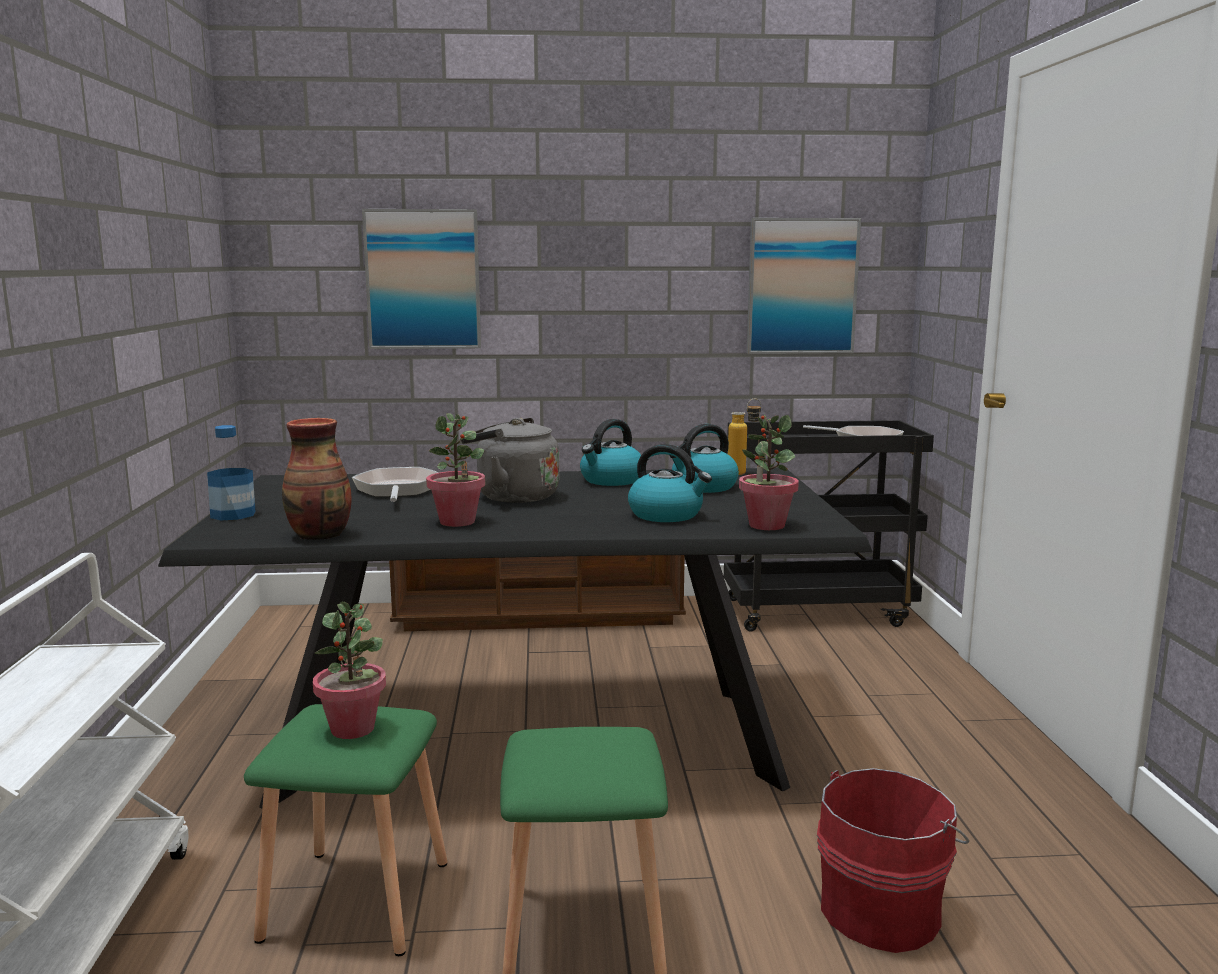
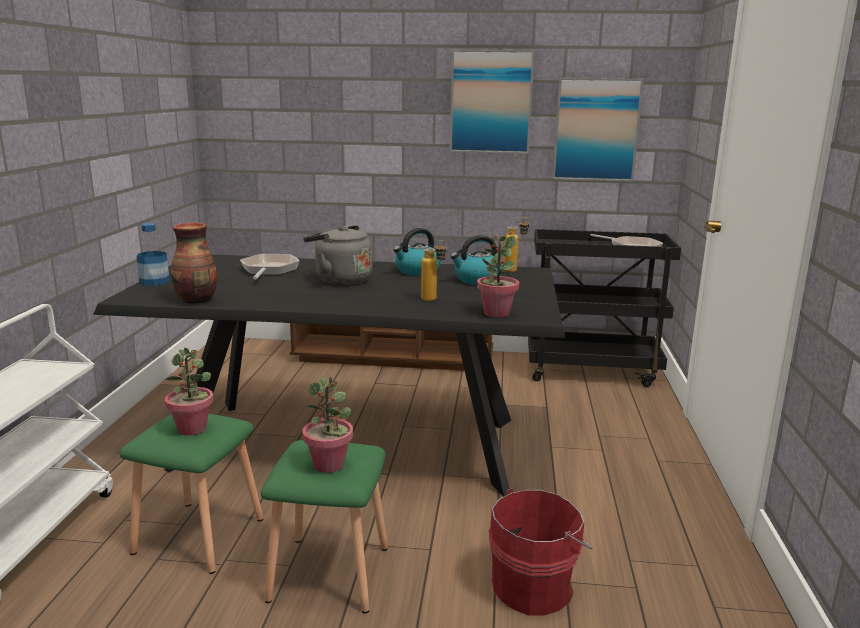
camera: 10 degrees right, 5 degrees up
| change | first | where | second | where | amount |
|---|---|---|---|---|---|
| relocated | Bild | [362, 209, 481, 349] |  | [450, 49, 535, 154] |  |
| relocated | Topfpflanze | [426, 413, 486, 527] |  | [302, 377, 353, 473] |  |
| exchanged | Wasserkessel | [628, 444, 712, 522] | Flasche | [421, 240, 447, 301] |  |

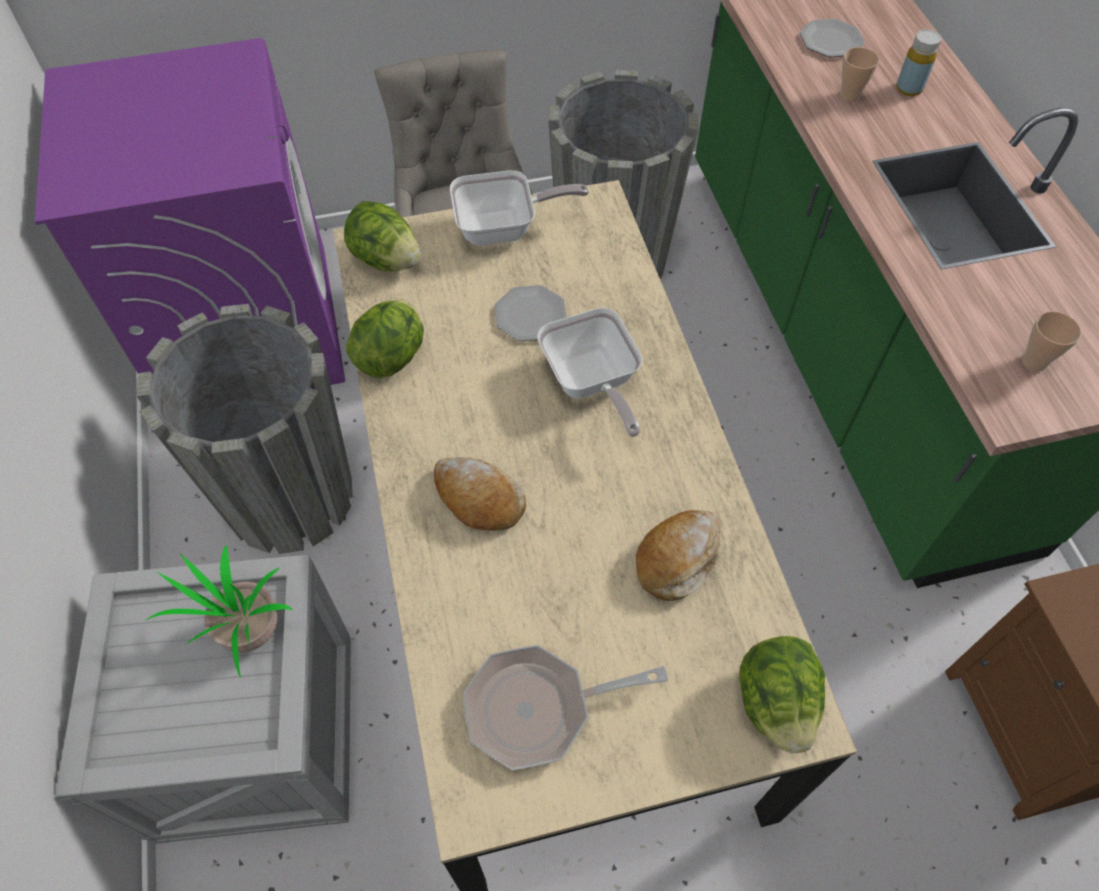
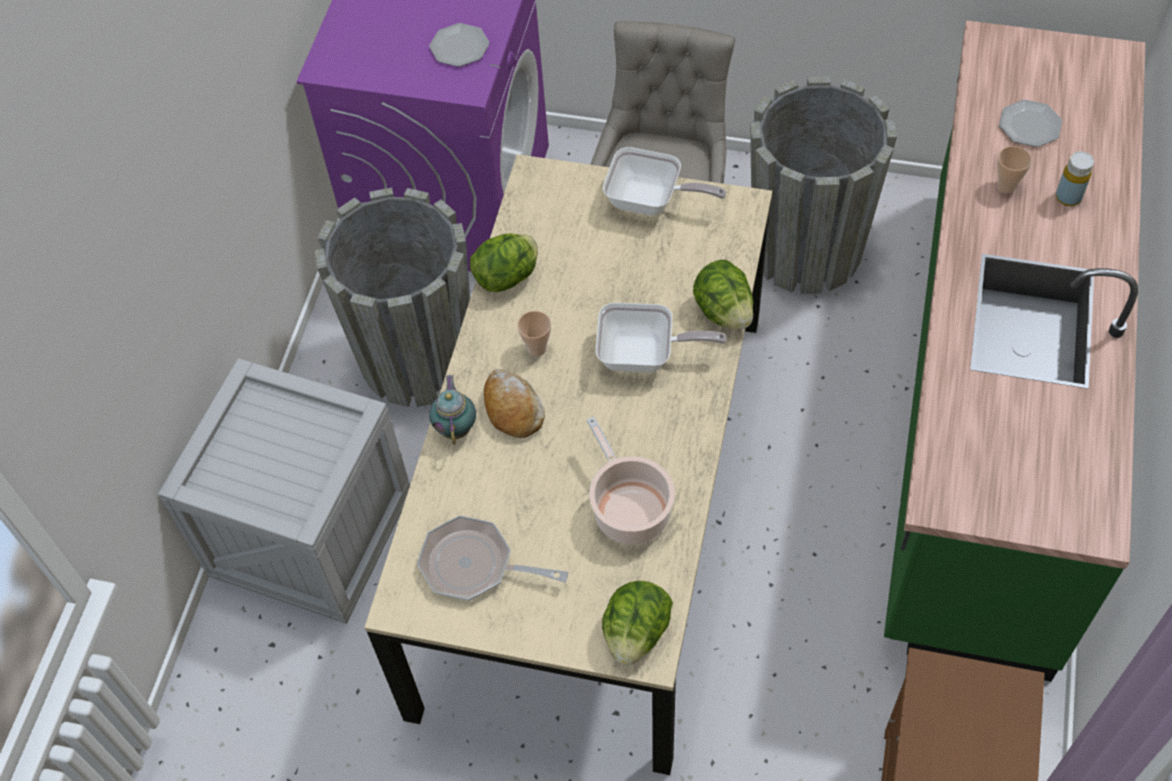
camera: 30 degrees right, 0 degrees up
| change | first | where | second | where | amount |
|---|---|---|---|---|---|
| missing | Topfpflanze | [147, 545, 292, 677] |  |  |  |
| relocated | Salatkopf | [344, 201, 421, 272] |  | [693, 260, 753, 330] |  |
| relocated | Teller | [495, 285, 567, 341] |  | [429, 23, 489, 67] |  |
| spun | Pfanne | [537, 308, 643, 437] |  | [595, 303, 727, 373] | 90 degrees counterclockwise |
| exchanged | Brot | [636, 510, 720, 601] | Kochtopf | [587, 417, 675, 545] |  |
| relocated | Tasse | [1022, 311, 1082, 372] |  | [517, 311, 551, 356] |  |
| appeared |  |  | Teekanne | [429, 375, 476, 445] |  |

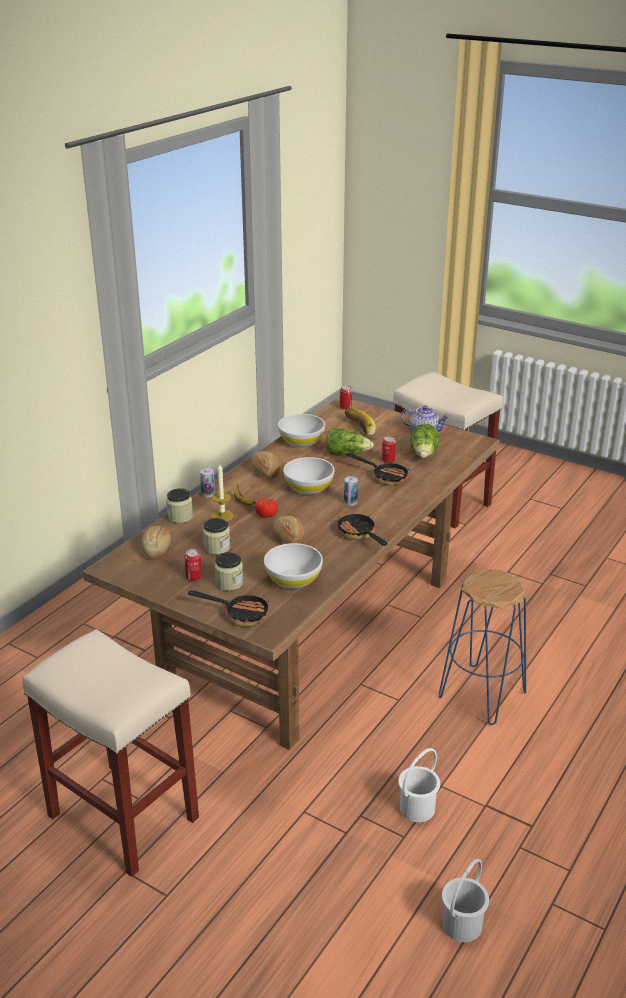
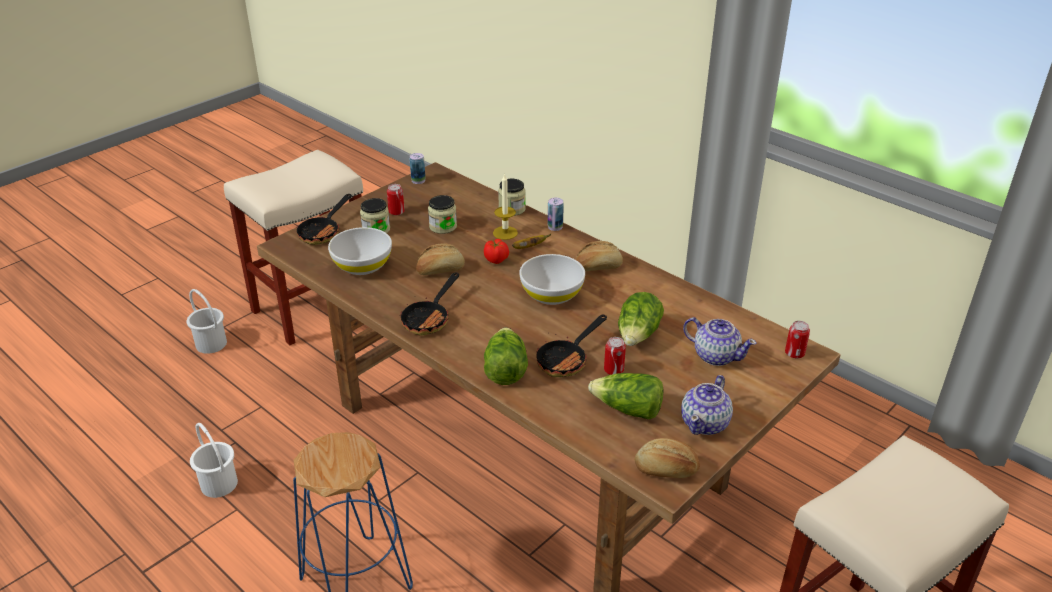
camera: 100 degrees right, 5 degrees up
| change | first | where | second | where | amount |
|---|---|---|---|---|---|
| relocated | Brot | [142, 526, 171, 560] |  | [635, 438, 700, 478] |  |
| missing | Schüssel [weiß] | [278, 414, 325, 447] |  |  |  |
| spun | Pfanne | [336, 514, 388, 546] |  | [400, 272, 459, 336] | 135 degrees clockwise |
| relocated | Dose | [344, 476, 358, 506] |  | [410, 153, 426, 184] |  |
| exchanged | Banane | [345, 408, 376, 435] | Teekanne | [683, 317, 757, 366] |  |
| relocated | Eimer [weiß] | [442, 859, 489, 942] |  | [187, 289, 227, 354] |  |
| appeared |  |  | Salatkopf | [484, 327, 528, 385] |  |

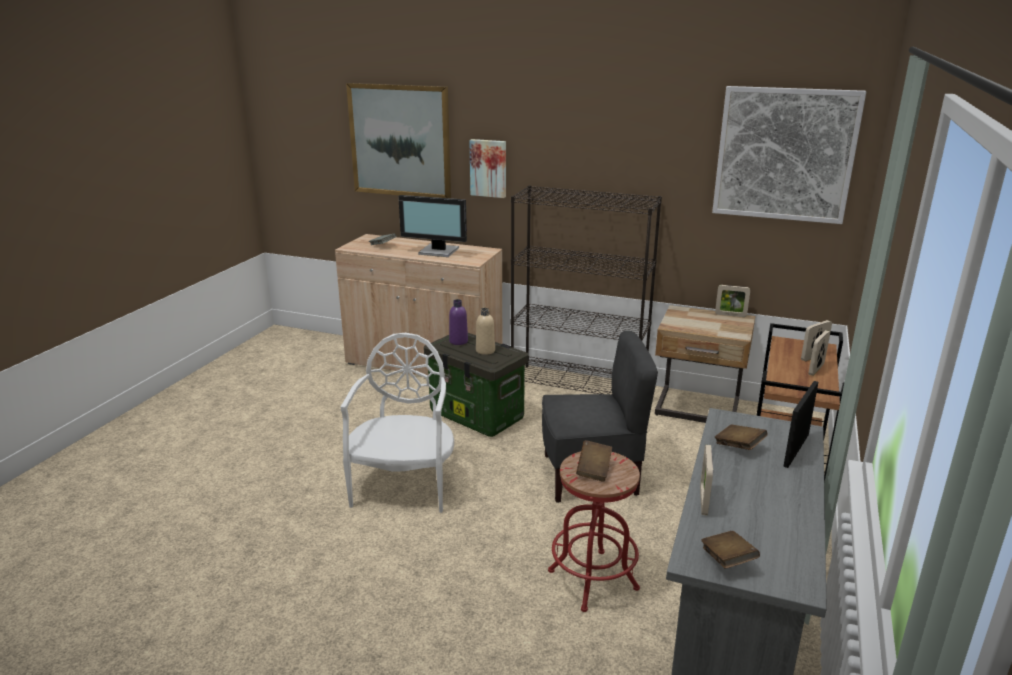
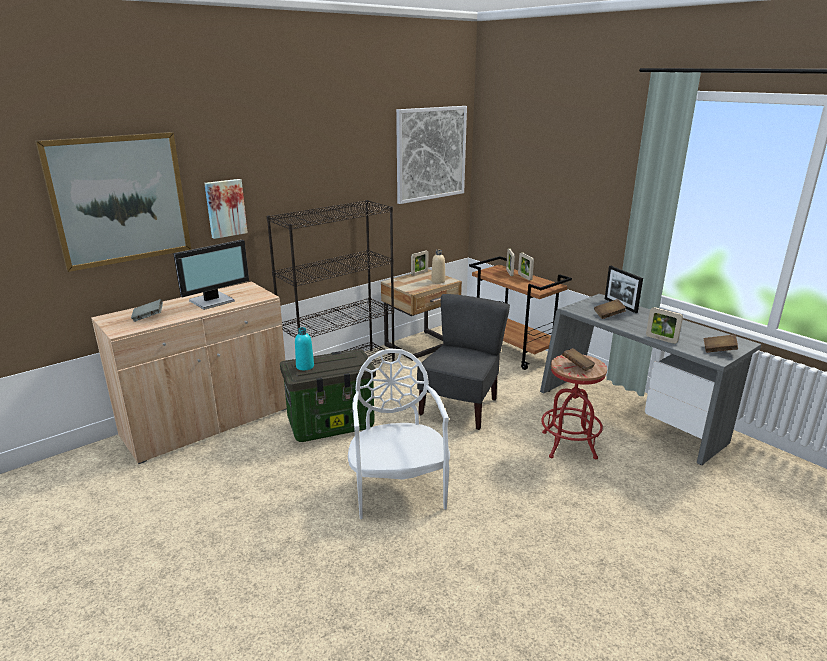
camera: 60 degrees left, 0 degrees up
| change | first | where | second | where | amount |
|---|---|---|---|---|---|
| spun | Stuhl [weiß] | [341, 333, 454, 513] |  | [348, 348, 450, 519] | 45 degrees clockwise |
| colour | Flasche [lila] | [449, 299, 468, 345] | Flasche [türkis] | [295, 327, 314, 370] |  |
| relocated | Flasche [beige] | [476, 308, 495, 355] |  | [431, 250, 445, 284] |  |

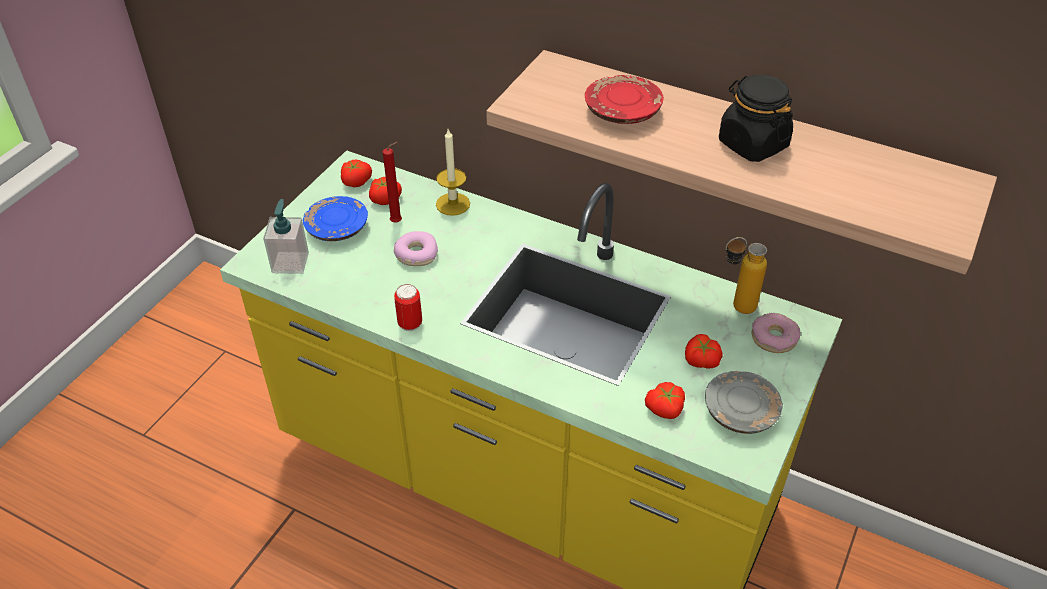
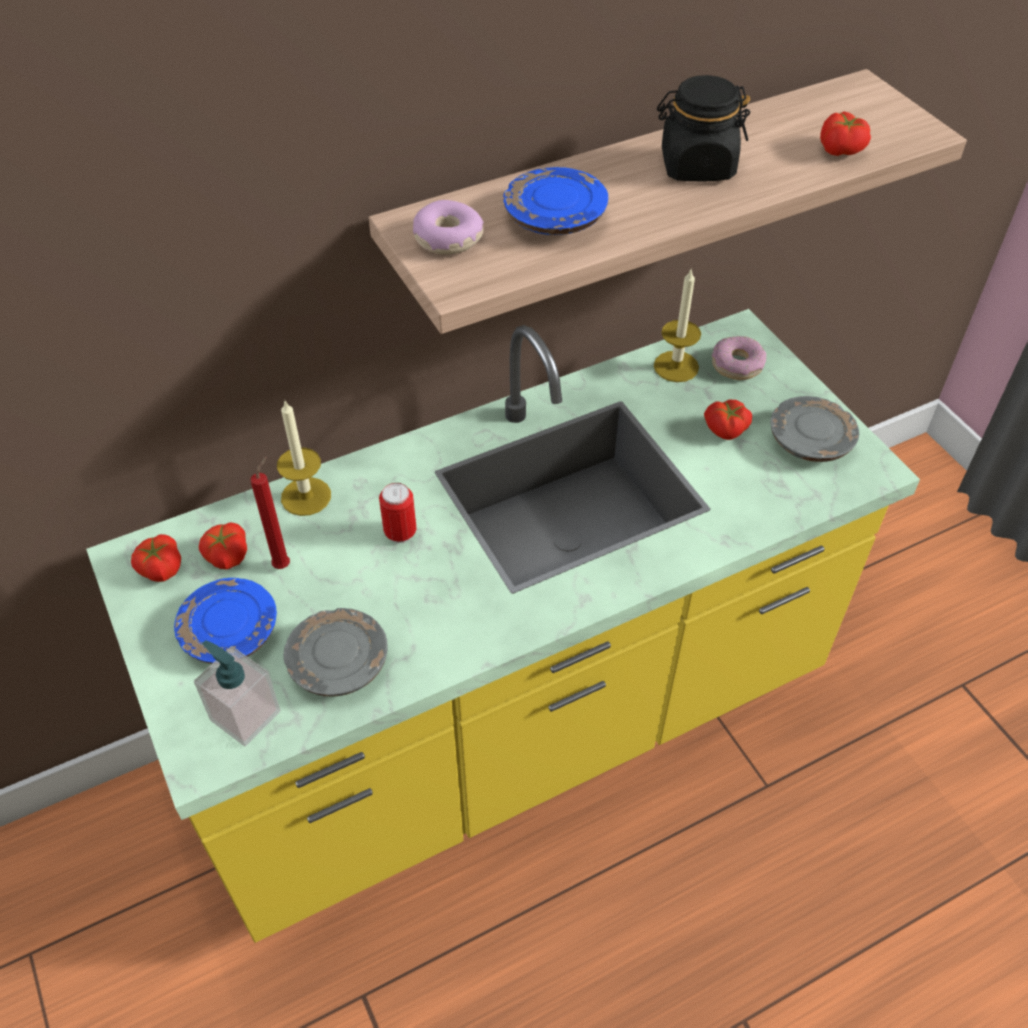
camera: 55 degrees left, 5 degrees up
| change | first | where | second | where | amount |
|---|---|---|---|---|---|
| relocated | Donut | [394, 231, 438, 266] |  | [413, 200, 484, 255] |  |
| relocated | Dose | [394, 284, 422, 331] |  | [379, 483, 416, 543] |  |
| colour | Teller [rot] | [585, 75, 664, 124] | Teller [blau] | [503, 167, 608, 235] |  |
| relocated | Tomate | [645, 382, 685, 419] |  | [820, 111, 871, 156] |  |
| exchanged | Flasche | [726, 237, 767, 314] | Kerze | [654, 268, 701, 382] |  |
| appeared |  |  | Teller [grau] | [283, 608, 388, 696] |  |

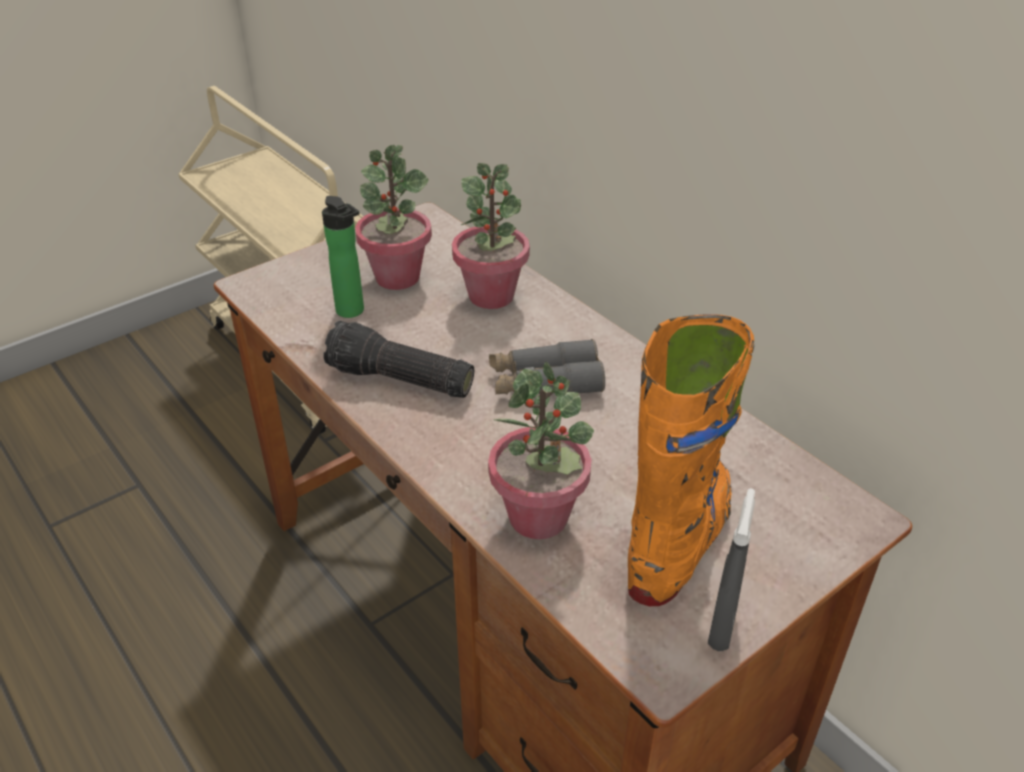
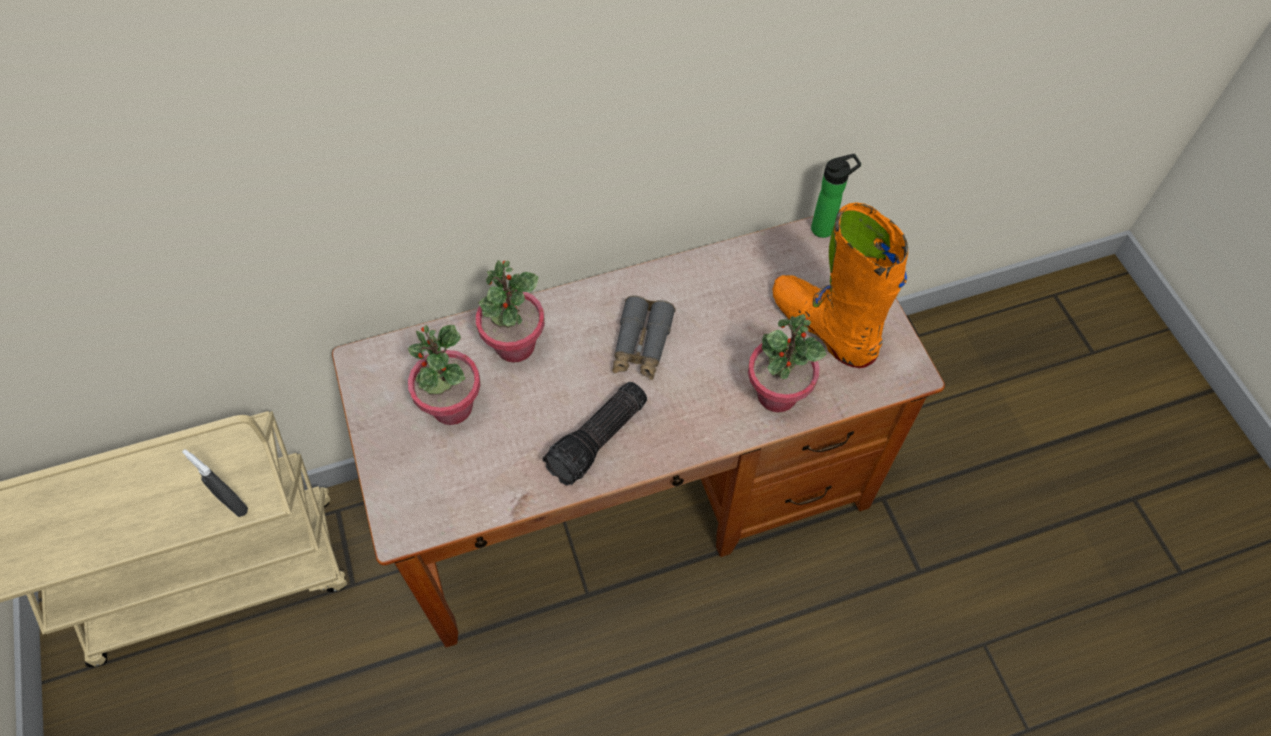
camera: 70 degrees left, 20 degrees up
| change | first | where | second | where | amount |
|---|---|---|---|---|---|
| relocated | Flasche | [322, 196, 364, 318] |  | [811, 154, 861, 238] |  |
| relocated | Sprühflasche [grau] | [708, 488, 755, 651] |  | [182, 449, 248, 517] |  |

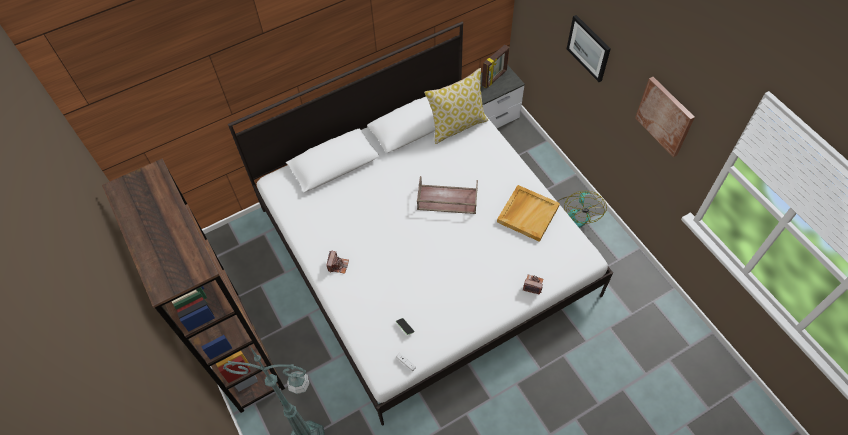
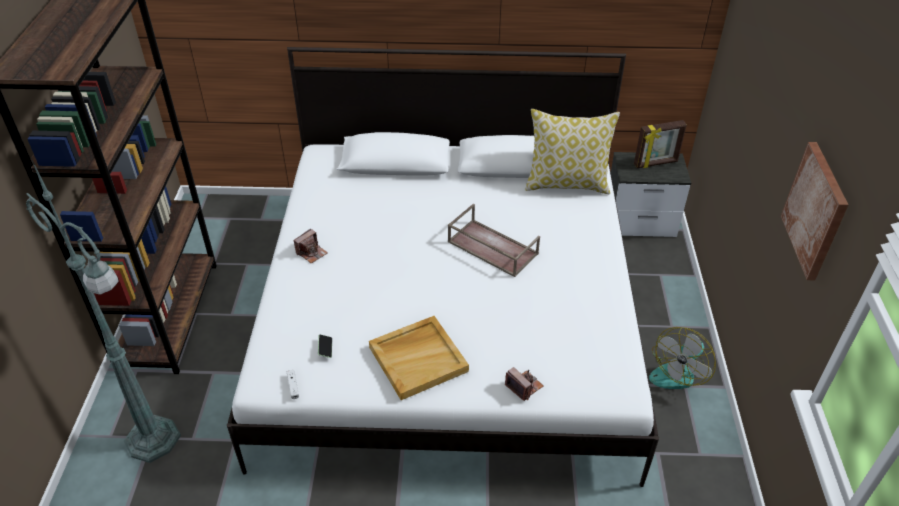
camera: 30 degrees right, 15 degrees down
| change | first | where | second | where | amount |
|---|---|---|---|---|---|
| relocated | Tablett [beige] | [497, 185, 560, 242] |  | [369, 316, 469, 400] |  |
| missing | Bild | [567, 15, 611, 82] |  |  |  |

